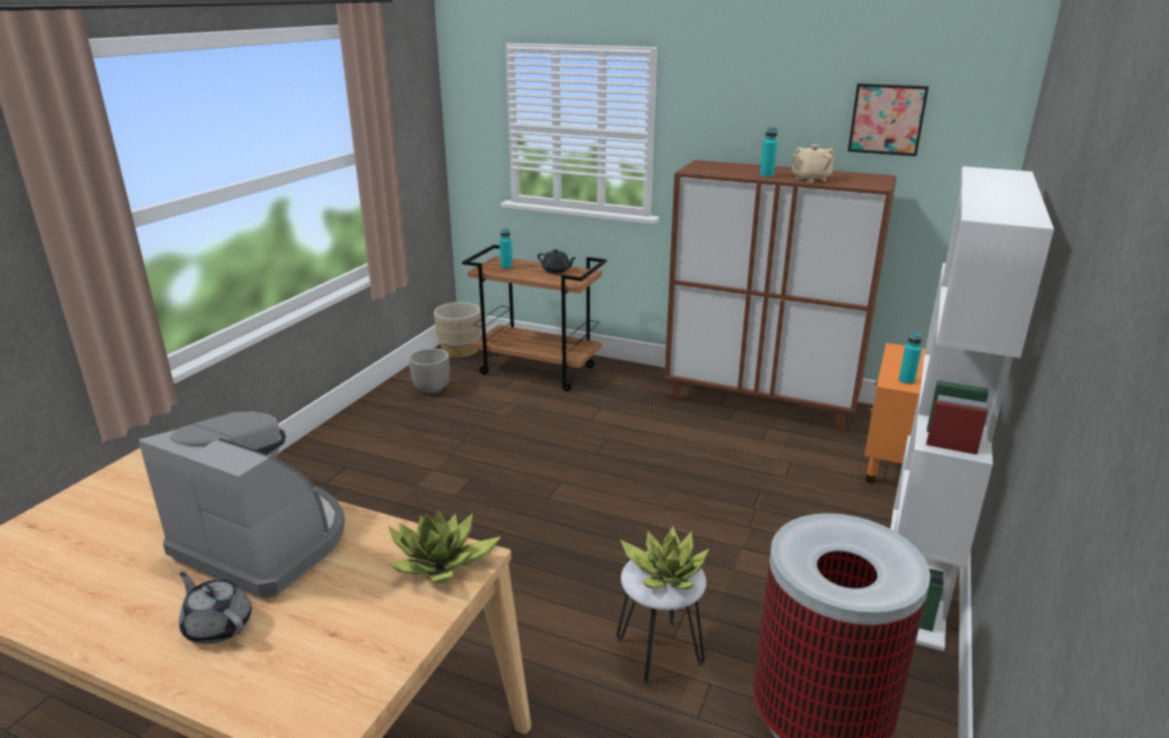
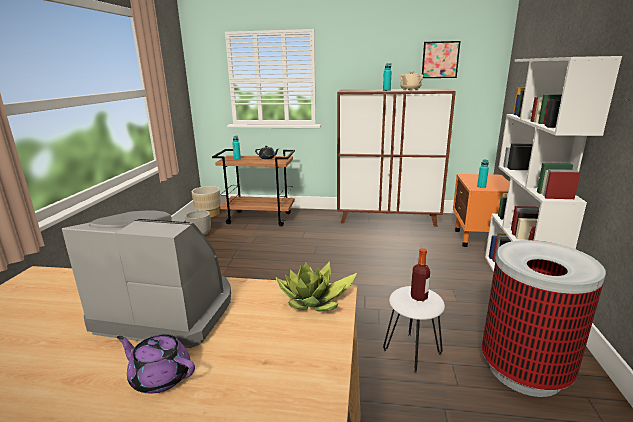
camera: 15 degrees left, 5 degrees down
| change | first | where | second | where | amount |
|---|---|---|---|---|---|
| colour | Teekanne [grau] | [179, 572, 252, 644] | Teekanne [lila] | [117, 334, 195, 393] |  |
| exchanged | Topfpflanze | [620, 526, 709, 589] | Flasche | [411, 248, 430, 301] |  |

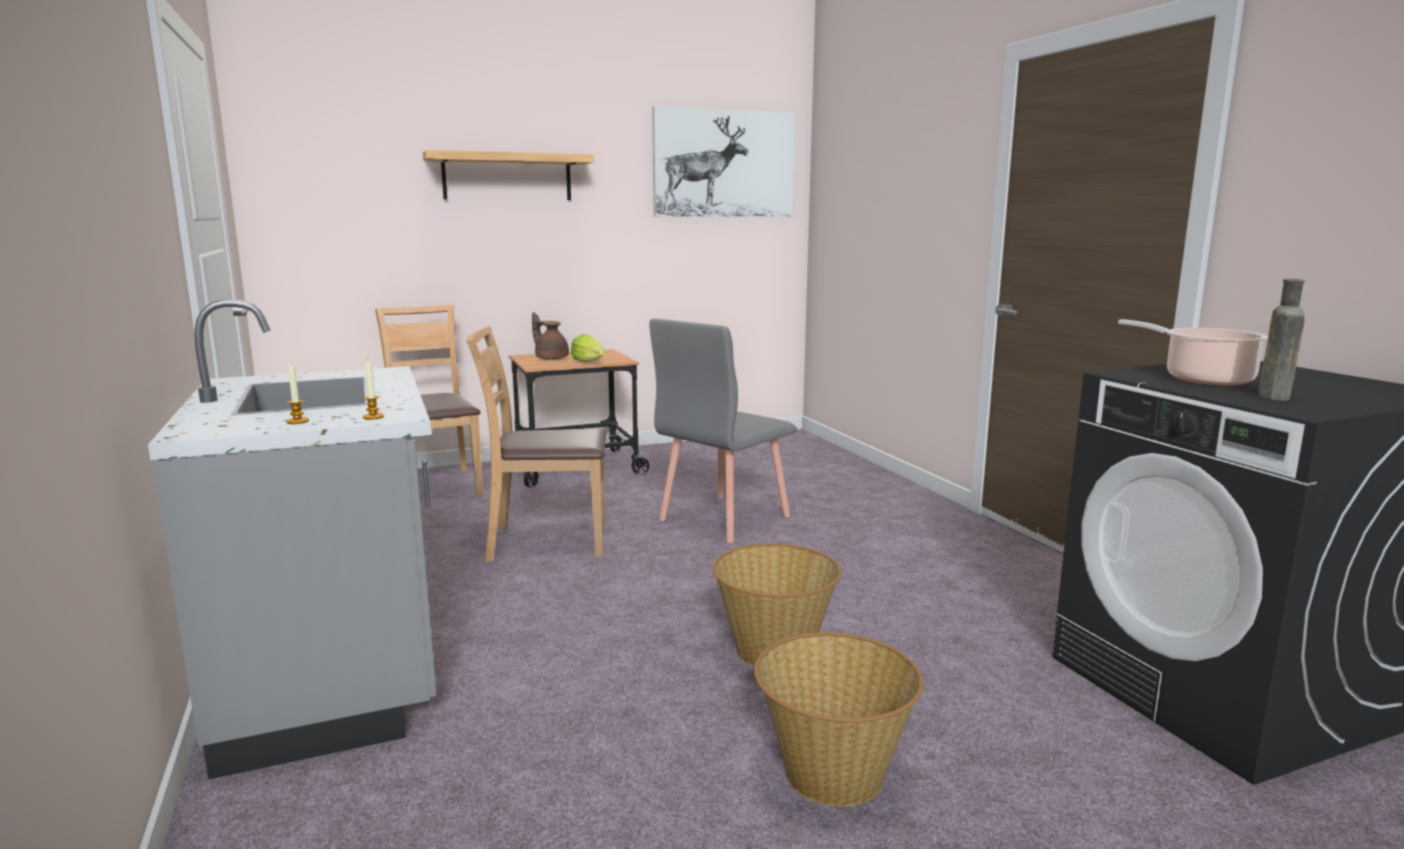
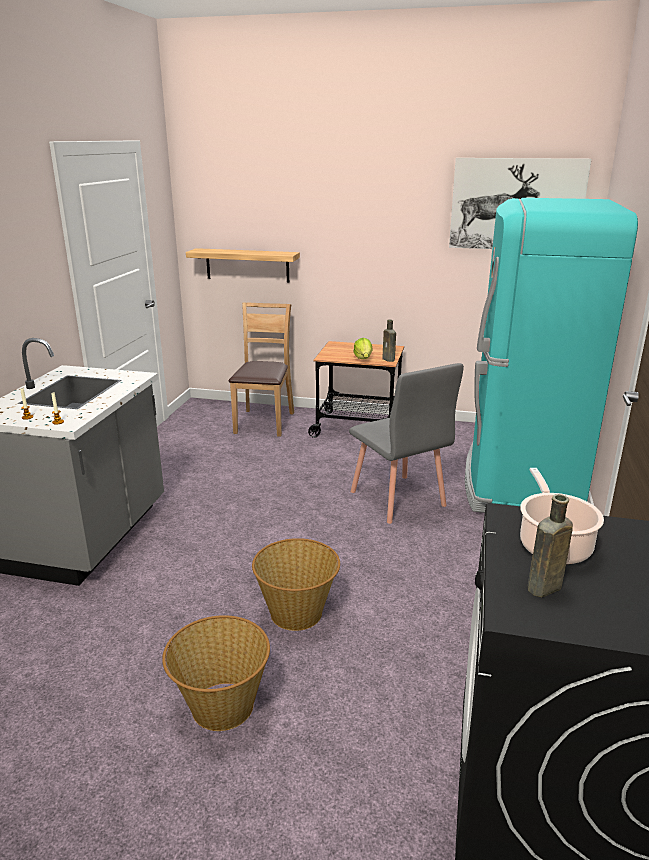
camera: 35 degrees right, 10 degrees up
| change | first | where | second | where | amount |
|---|---|---|---|---|---|
| relocated | Wandregal | [423, 150, 594, 200] |  | [186, 248, 300, 282] |  |
| missing | Stuhl [braun] | [466, 326, 606, 562] |  |  |  |
| missing | Teekanne [braun] | [532, 312, 569, 360] |  |  |  |
| spun | Stuhl [grau] | [649, 319, 797, 543] |  | [349, 363, 464, 524] | 105 degrees counterclockwise |
| appeared |  |  | Flasche [braun] | [382, 320, 396, 362] |  |
| appeared |  |  | Kühlschrank [türkis] | [465, 198, 638, 513] |  |

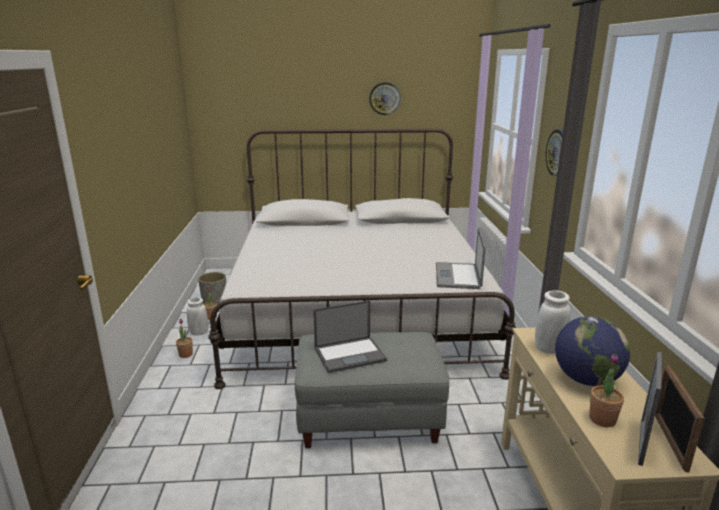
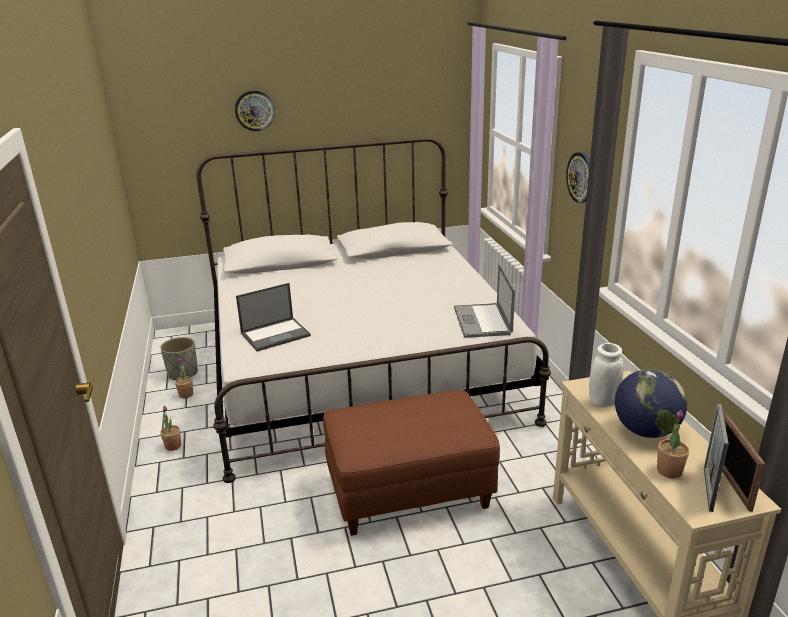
camera: 10 degrees left, 5 degrees up
| change | first | where | second | where | amount |
|---|---|---|---|---|---|
| missing | Vase [weiß] | [187, 298, 209, 336] |  |  |  |
| colour | Polsterhocker [grau] | [295, 332, 449, 448] | Polsterhocker [braun] | [323, 390, 500, 536] |  |
| relocated | Laptop | [313, 300, 387, 373] |  | [236, 283, 311, 352] |  |
| relocated | Wanduhr | [369, 82, 401, 115] |  | [235, 90, 275, 131] |  |

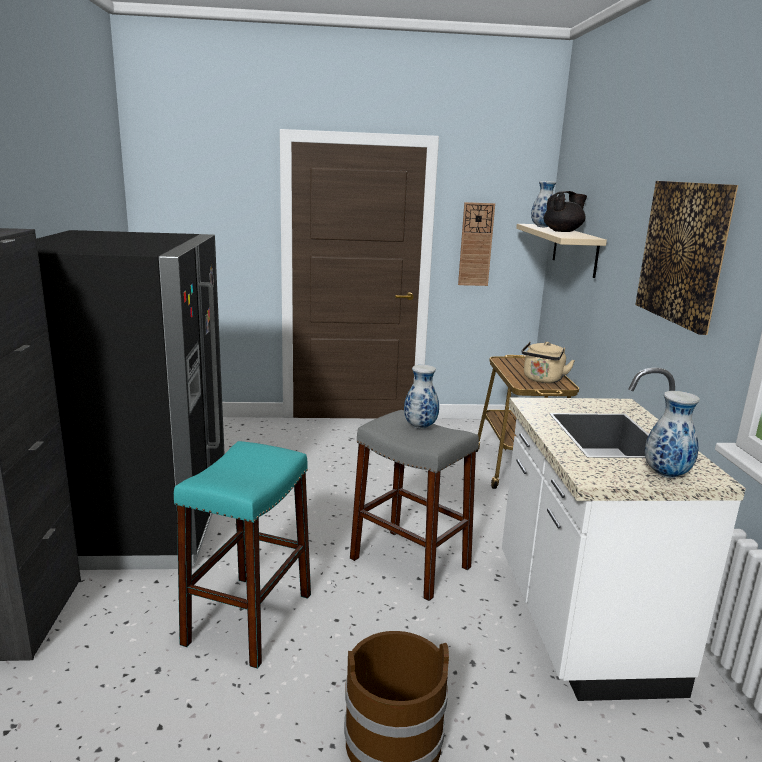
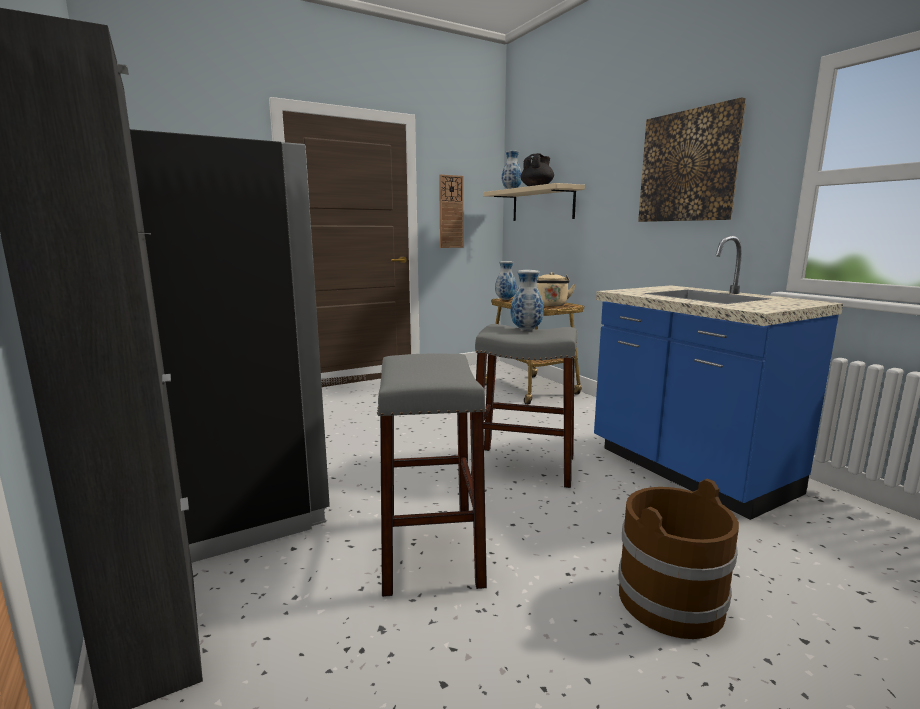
camera: 25 degrees left, 5 degrees down
| change | first | where | second | where | amount |
|---|---|---|---|---|---|
| colour | Hocker [türkis] | [174, 441, 311, 669] | Hocker [grau] | [377, 353, 487, 597] |  |
| colour | Küchenzeile [weiß] | [502, 368, 746, 701] | Küchenzeile [blau] | [594, 236, 843, 520] |  |
| relocated | Vase | [645, 391, 700, 478] |  | [495, 261, 517, 300] |  |

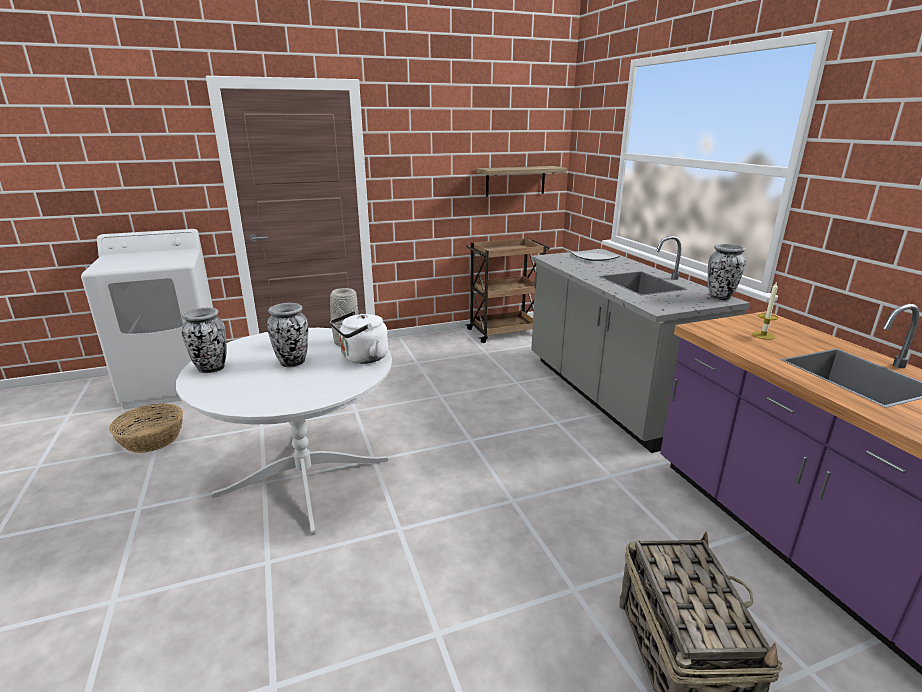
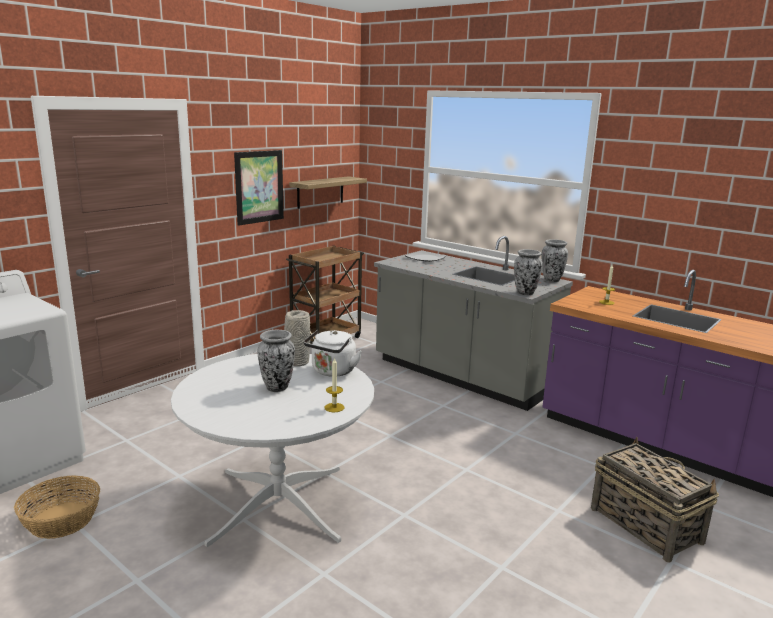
camera: 30 degrees left, 5 degrees down
| change | first | where | second | where | amount |
|---|---|---|---|---|---|
| relocated | Vase | [181, 307, 226, 373] |  | [514, 249, 543, 296] |  |
| appeared |  |  | Bild | [234, 150, 284, 226] |  |
| appeared |  |  | Kerze | [324, 357, 344, 412] |  |

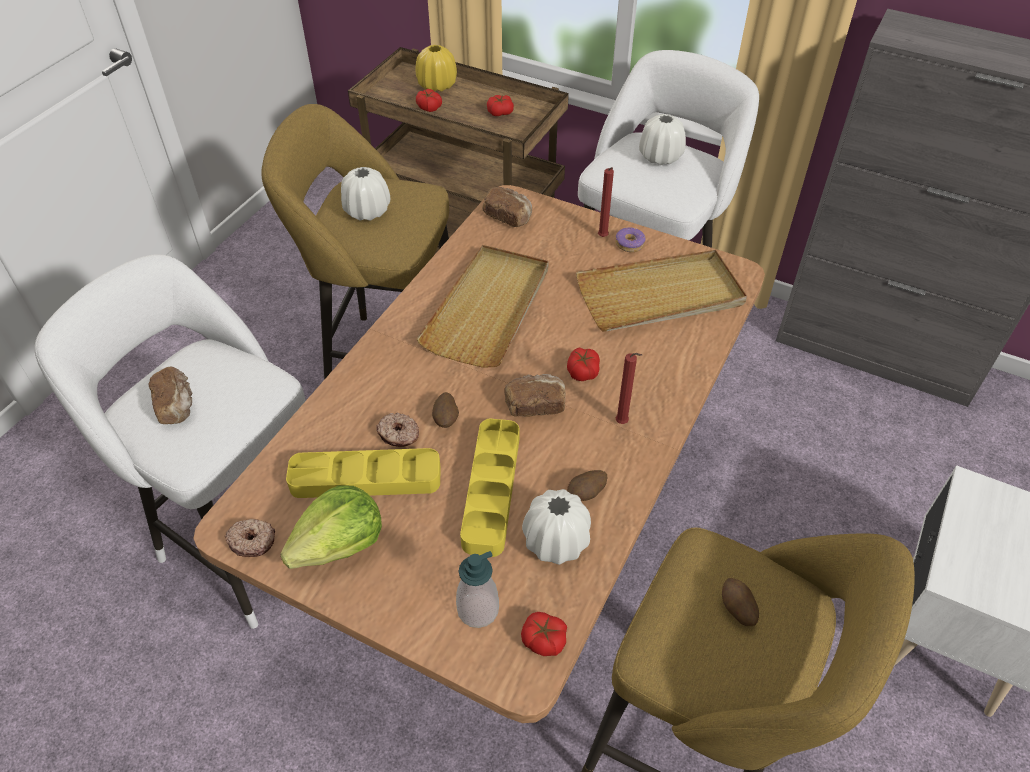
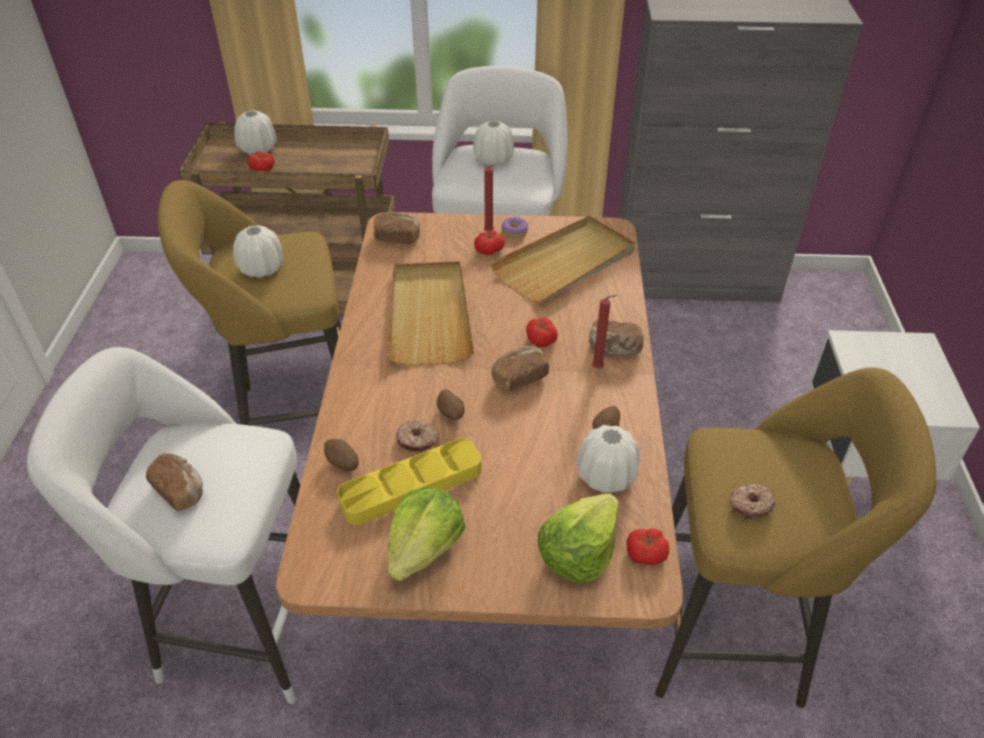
camera: 25 degrees left, 5 degrees down
| change | first | where | second | where | amount |
|---|---|---|---|---|---|
| relocated | Donut | [225, 519, 275, 557] |  | [729, 484, 775, 520] |  |
| colour | Vase [gelb] | [415, 45, 457, 92] | Vase [weiß] | [234, 110, 276, 155] |  |
| exchanged | Seifenspender | [456, 551, 499, 628] | Salatkopf | [538, 494, 619, 583] |  |
| missing | Tablett [gelb] | [460, 418, 519, 557] |  |  |  |
| relocated | Tomate | [487, 95, 514, 116] |  | [474, 230, 505, 255] |  |
| relocated | Kartoffel | [722, 578, 759, 626] |  | [324, 439, 359, 472] |  |
| appeared |  |  | Brot | [589, 320, 644, 355] |  |

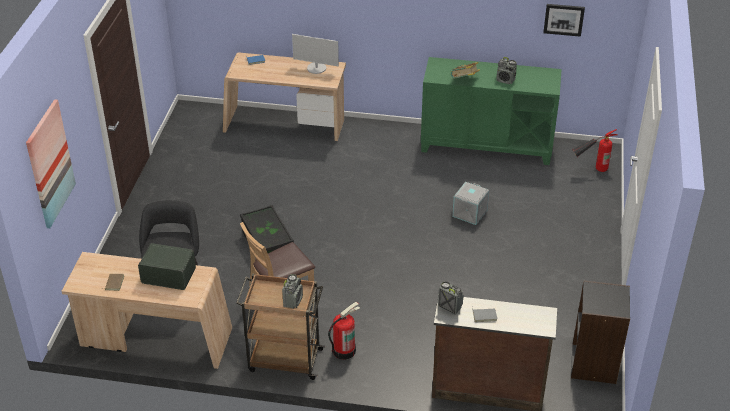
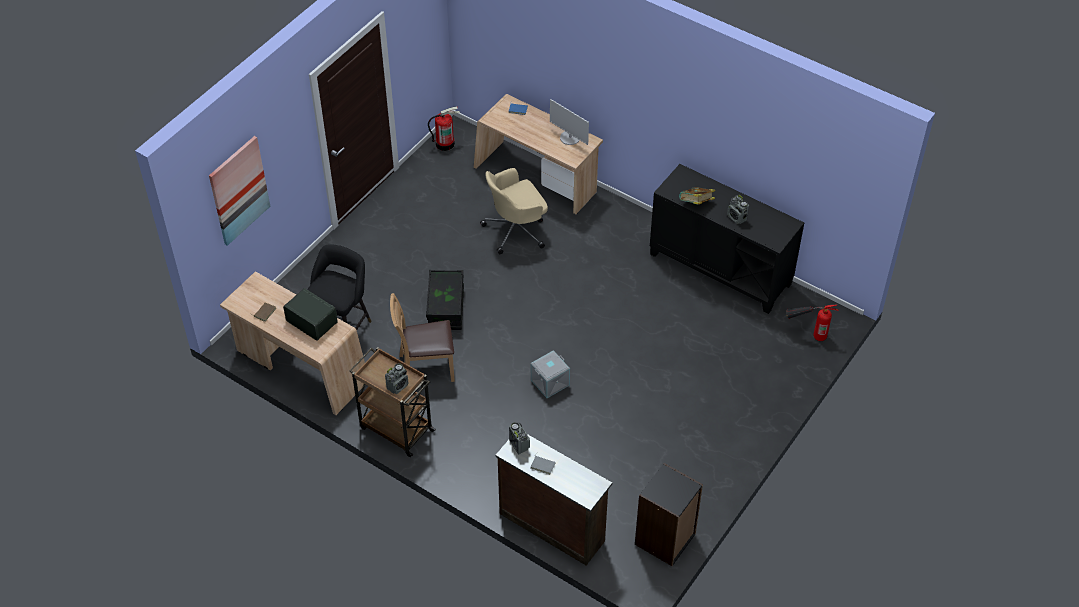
camera: 25 degrees right, 10 degrees up
| change | first | where | second | where | amount |
|---|---|---|---|---|---|
| relocated | Feuerlöscher | [328, 302, 360, 360] |  | [428, 106, 460, 151] |  |
| colour | Schrank [grün] | [421, 57, 562, 165] | Schrank [schwarz] | [650, 164, 804, 314] |  |
| relocated | Aufbewahrungsbox [grau] | [452, 182, 489, 225] |  | [531, 350, 570, 398] |  |
| missing | Bild | [543, 4, 585, 37] |  |  |  |
| appeared |  |  | Bürostuhl [beige] | [480, 168, 548, 254] |  |

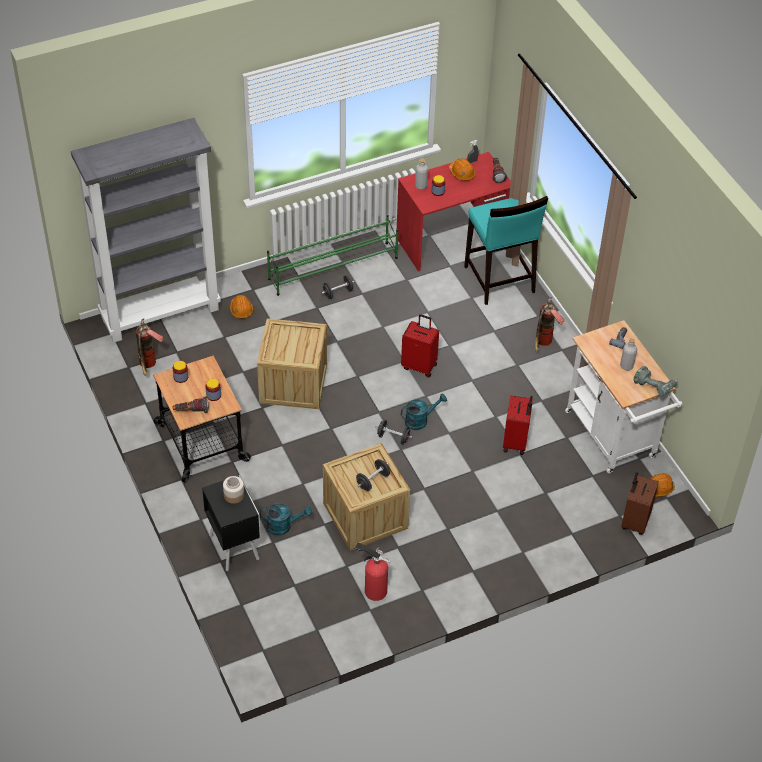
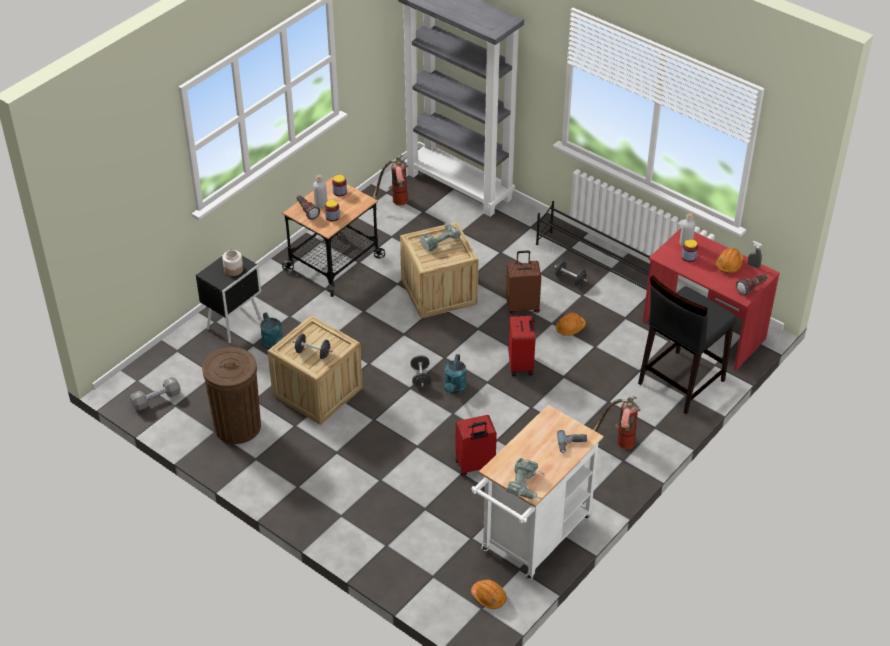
camera: 65 degrees right, 5 degrees down
| change | first | where | second | where | amount |
|---|---|---|---|---|---|
| relocated | Schutzhelm [orange] | [230, 295, 253, 319] |  | [556, 312, 586, 336] |  |
| colour | Schuhregal [grün] | [267, 215, 398, 296] | Schuhregal [schwarz] | [536, 201, 650, 290] |  |
| exchanged | Feuerlöscher | [354, 542, 390, 601] | Mülleimer [braun] | [202, 347, 261, 444] |  |
| spun | Gießkanne [türkis] | [401, 393, 447, 430] |  | [444, 354, 467, 394] | 60 degrees clockwise |
| colour | Hocker [türkis] | [464, 196, 548, 305] | Hocker [schwarz] | [638, 276, 736, 414] |  |
| relocated | Flasche [grau] | [620, 338, 637, 371] |  | [313, 175, 327, 208] |  |
| relocated | Koffer [braun] | [621, 472, 659, 535] |  | [506, 250, 541, 314] |  |
| appeared |  |  | Hantel [grau] | [130, 377, 181, 411] |  |
| appeared |  |  | Bohrmaschine | [418, 223, 461, 251] |  |

